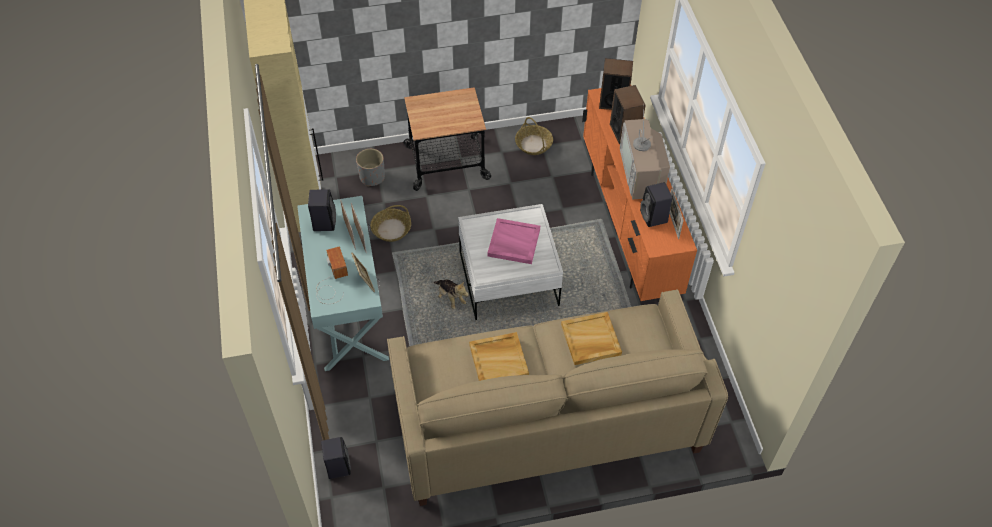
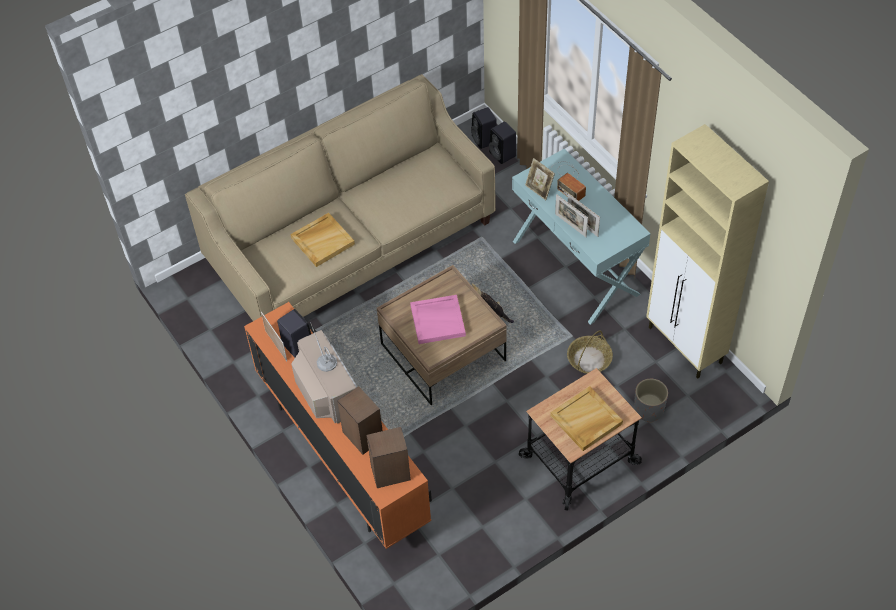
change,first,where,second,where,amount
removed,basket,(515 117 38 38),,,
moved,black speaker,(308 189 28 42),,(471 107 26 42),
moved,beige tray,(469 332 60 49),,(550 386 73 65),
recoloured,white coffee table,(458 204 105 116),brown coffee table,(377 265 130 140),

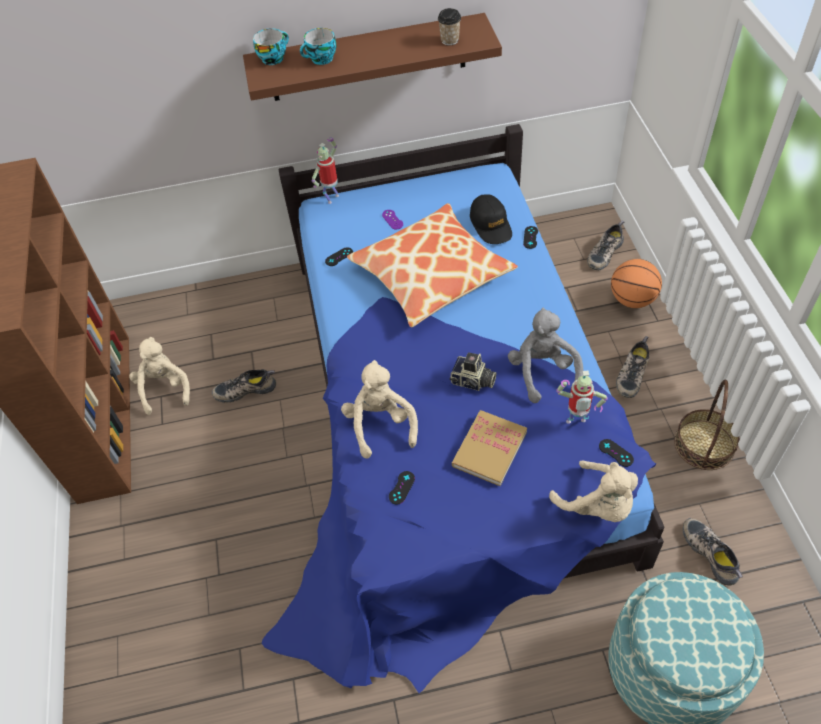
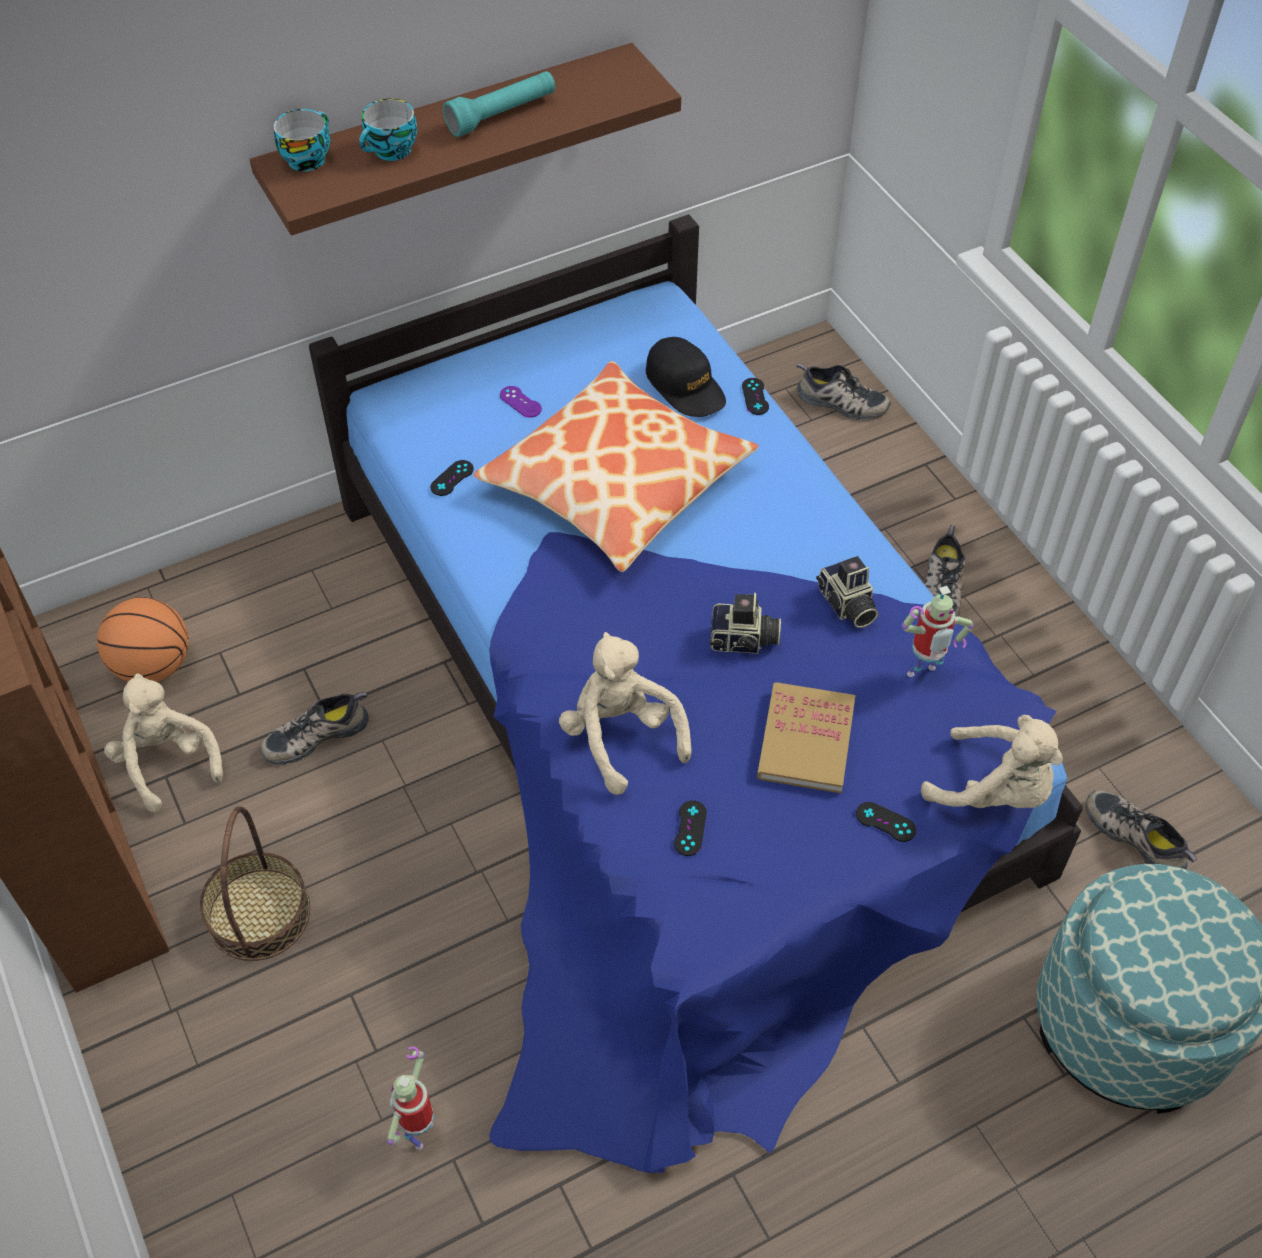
change,first,where,second,where,amount
removed,cup,(438 8 23 38),,,
added,,,turquoise flashlight,(443 71 112 66),
moved,toy robot,(312 138 27 66),,(387 1047 47 103),
moved,black game controller,(599 439 35 28),,(856 802 60 40),
moved,basketball,(611 259 51 49),,(97 597 92 85),
moved,basket,(674 380 66 90),,(200 806 110 155),
replaced,grey plush toy,(508 307 75 96),photo camera,(816 556 62 72),
turned,shoe,(587 220 37 51),,(796 363 95 57),90 degrees counterclockwise

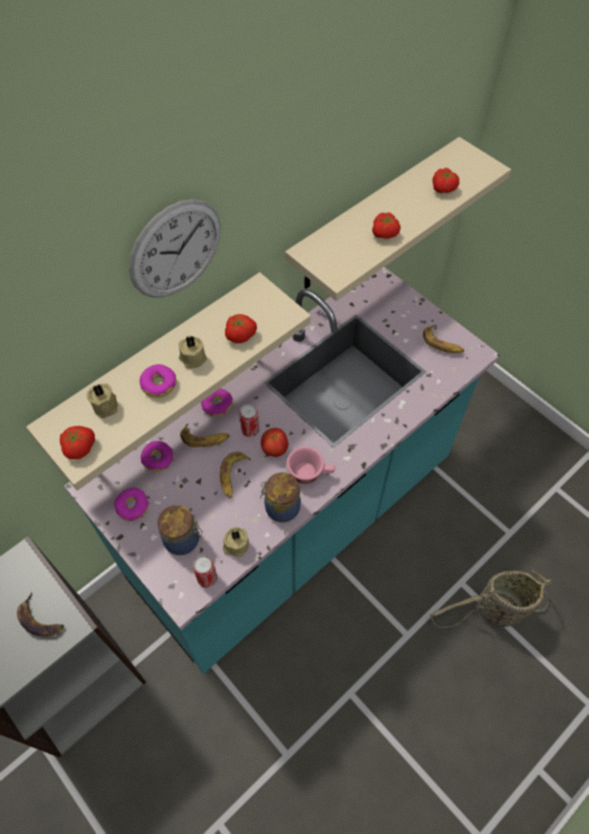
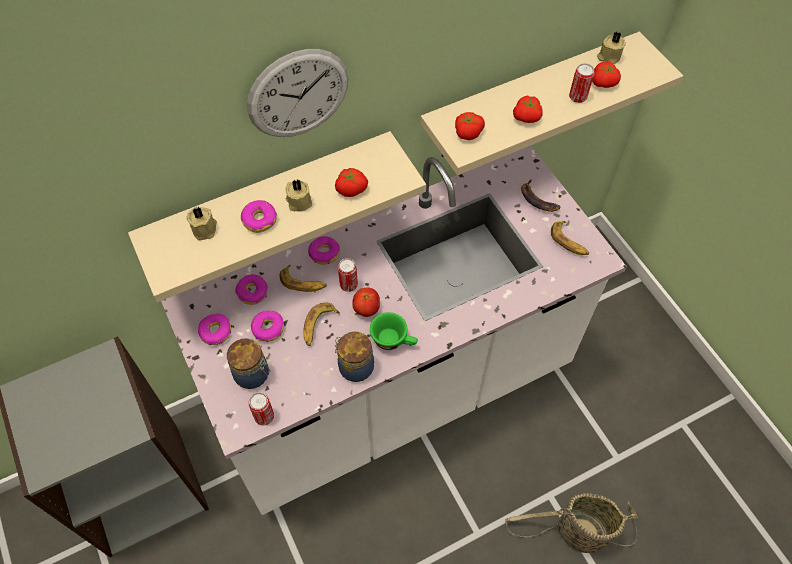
change,first,where,second,where,amount
added,,,donut,(251 311 33 31),
added,,,can,(569 63 25 40),
moved,banana,(17 592 47 44),,(521 180 40 32),
moved,tomato,(60 426 35 33),,(455 112 30 28),
moved,beige candle,(223 527 26 31),,(597 32 29 32),
recoloured,turquoise counter,(64 267 436 407),white counter,(161 146 466 369),
recoloured,pink cup,(287 447 48 37),green cup,(370 312 48 38),

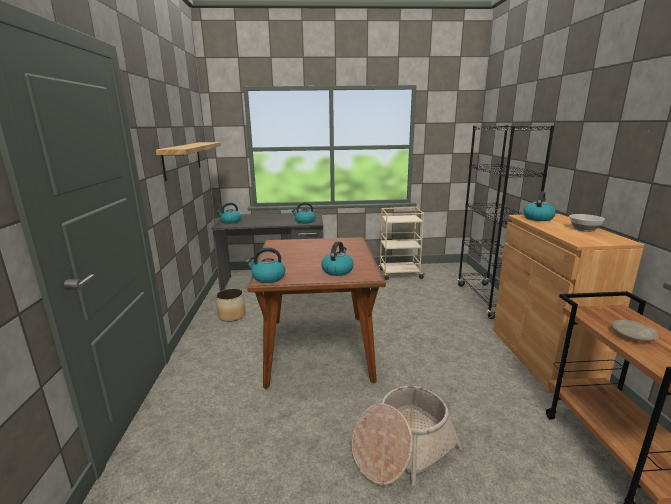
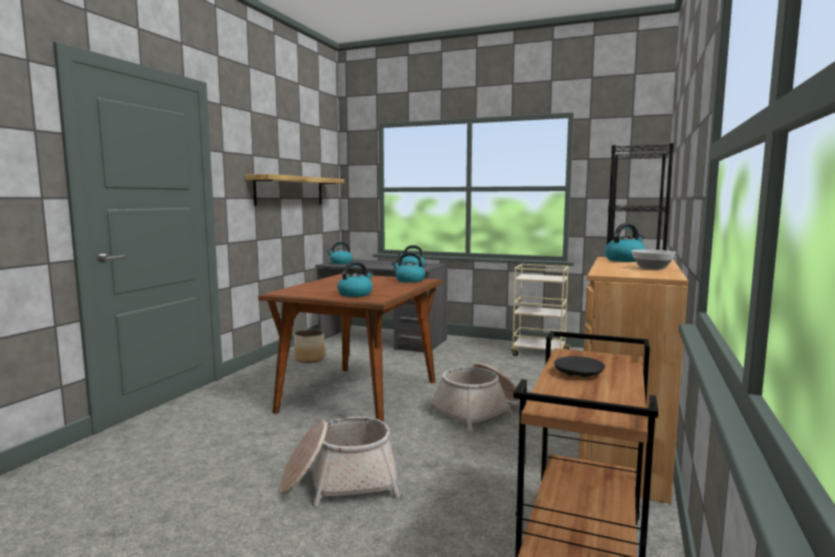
change,first,where,second,where,amount
added,,,basket,(427 363 93 69),
moved,kettle,(245 247 40 36),,(392 252 33 31),
recoloured,beige plate,(612 320 47 22),black plate,(554 356 51 21),

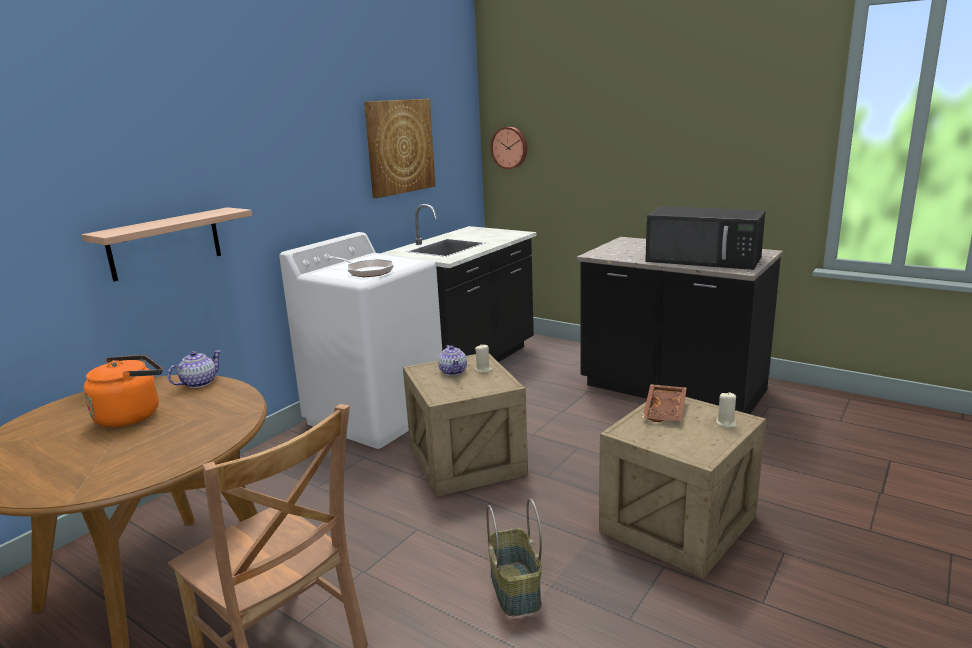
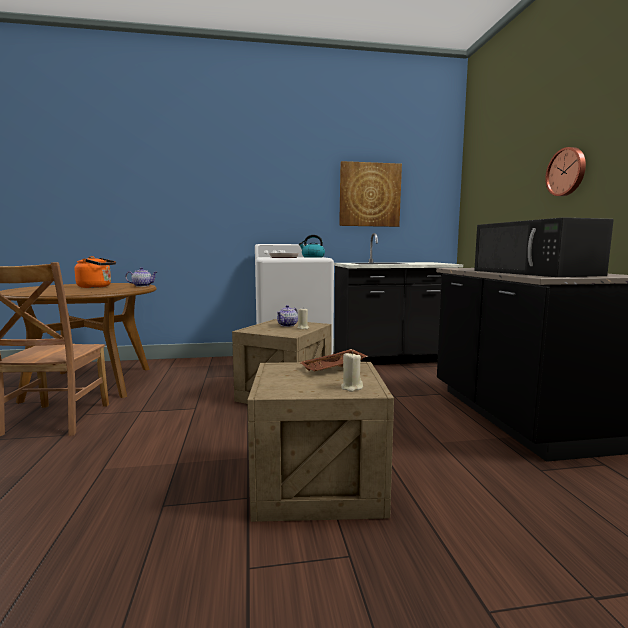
change,first,where,second,where,amount
removed,shelf,(81 207 171 75),,,
removed,basket,(486 498 56 118),,,
added,,,kettle,(299 235 26 23),
moved,wall clock,(490 127 37 42),,(545 147 41 49),

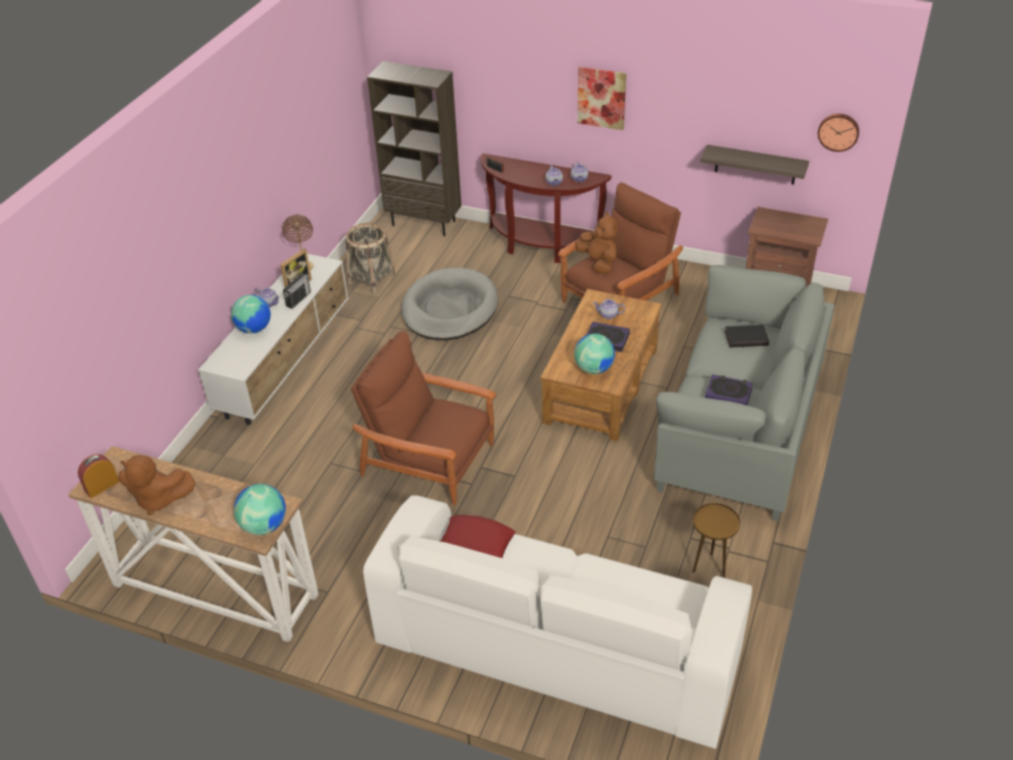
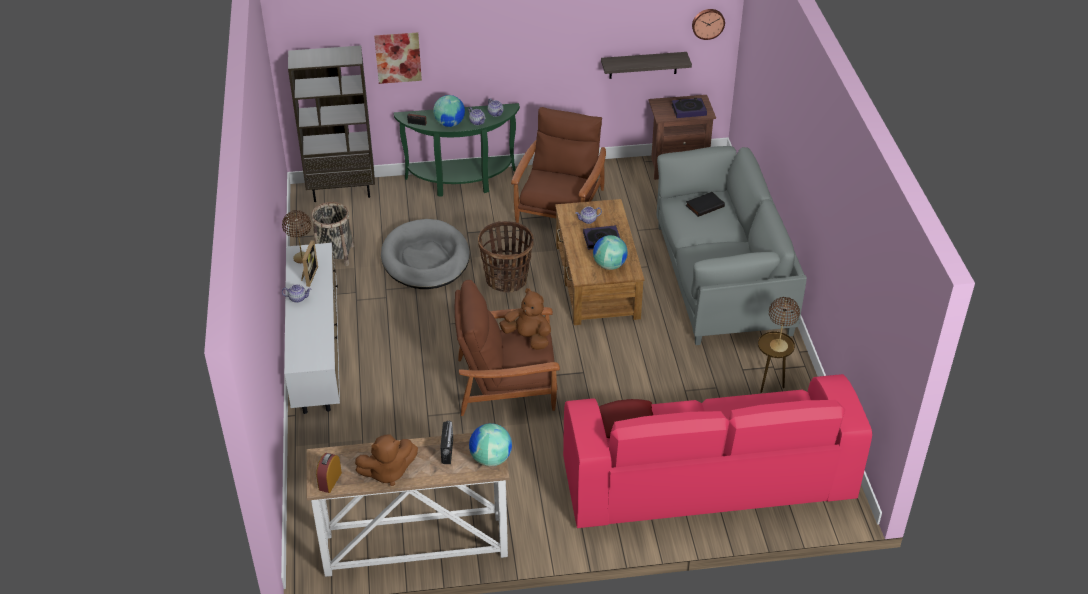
change,first,where,second,where,amount
added,,,basket,(478 221 56 72),
added,,,brown table lamp,(769 297 31 55),
moved,globe,(231 295 40 38),,(433 95 32 32),
moved,radio,(283 273 28 36),,(440 421 13 43),
moved,brown plush toy,(575 212 43 62),,(499 288 52 62),
moved,picture,(577 67 49 63),,(374 33 48 51),
moved,book,(705 374 48 31),,(671 98 36 20),
recoloured,white sofa,(363 495 389 254),pink sofa,(563 374 309 154),
recoloured,brown console table,(480 153 132 110),green console table,(394 103 126 94),

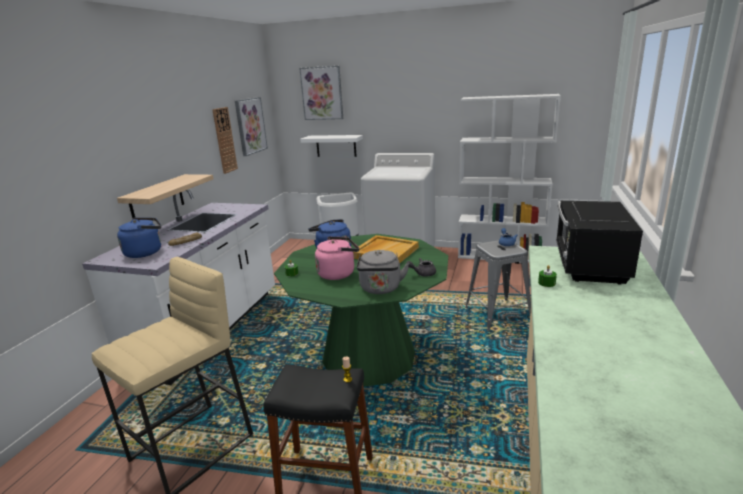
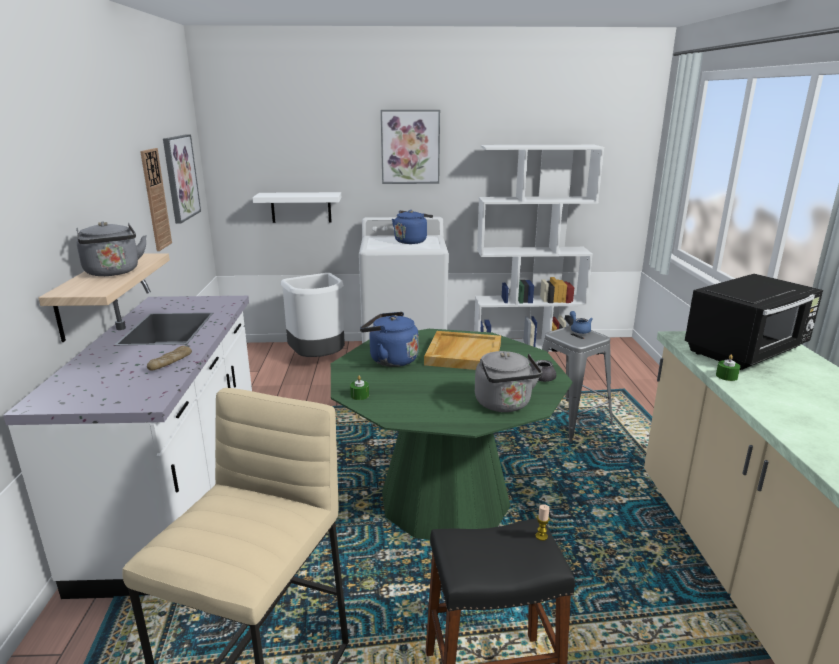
change,first,where,second,where,amount
removed,pink kettle,(315 237 44 43),,,
added,,,grey kettle,(76 221 71 55),
moved,blue kettle,(117 218 44 40),,(392 210 41 34),
moved,picture,(299 66 44 54),,(381 110 59 74),
turned,black microwave,(556 201 87 84),,(685 274 138 96),120 degrees counterclockwise

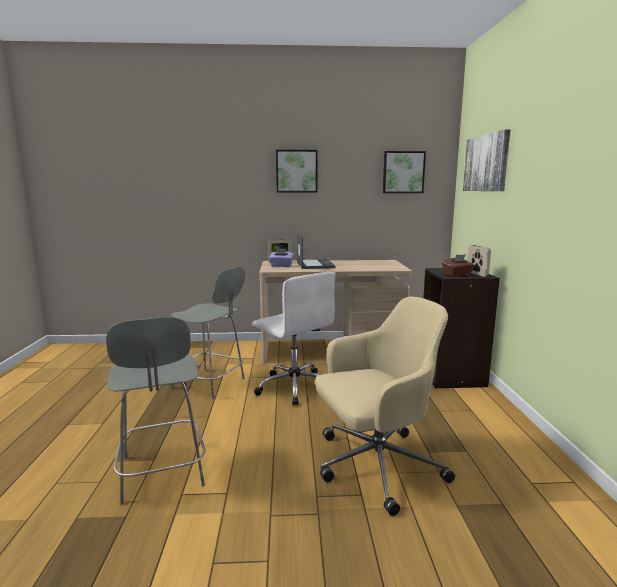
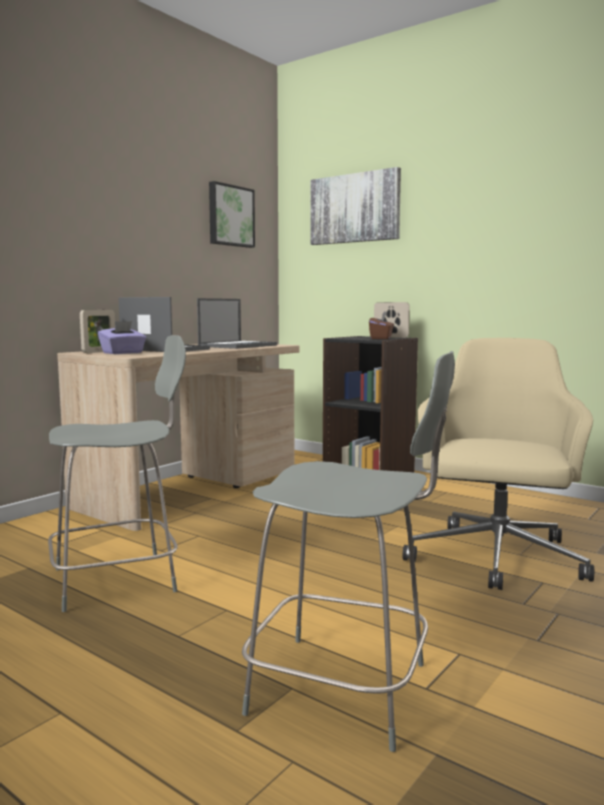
change,first,where,second,where,amount
removed,white office chair,(252 272 84 134),,,
removed,picture,(276 150 42 42),,,
added,,,laptop,(197 298 80 51),

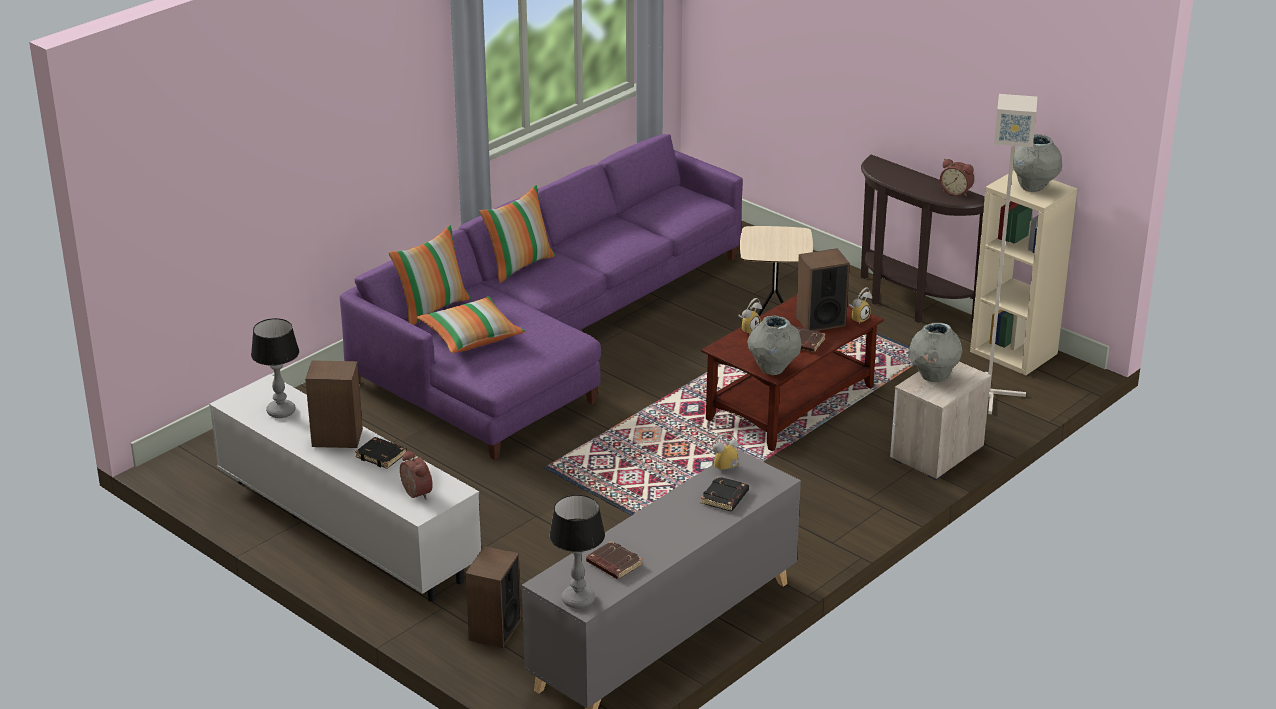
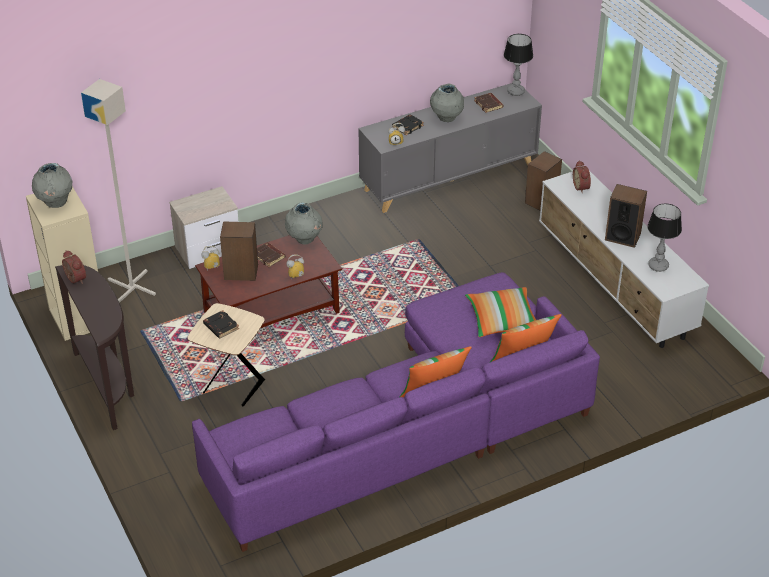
change,first,where,second,where,amount
moved,black book,(355 437 52 32),,(203 310 36 29),
moved,grey vase,(909 323 53 59),,(430 84 34 38),

